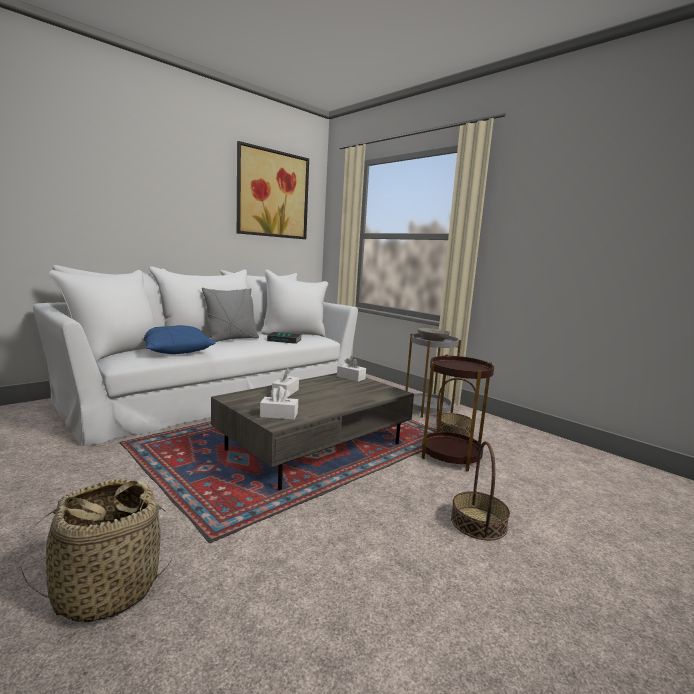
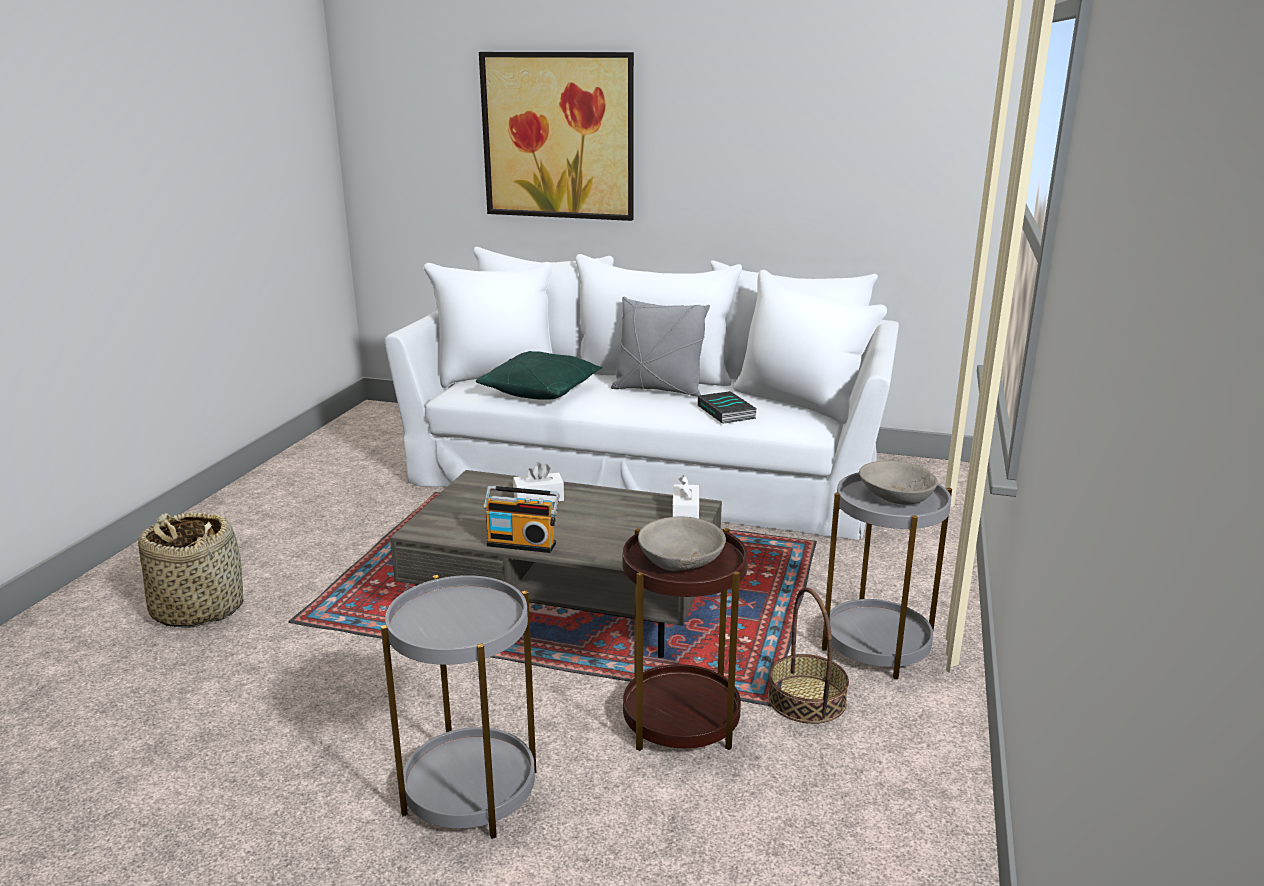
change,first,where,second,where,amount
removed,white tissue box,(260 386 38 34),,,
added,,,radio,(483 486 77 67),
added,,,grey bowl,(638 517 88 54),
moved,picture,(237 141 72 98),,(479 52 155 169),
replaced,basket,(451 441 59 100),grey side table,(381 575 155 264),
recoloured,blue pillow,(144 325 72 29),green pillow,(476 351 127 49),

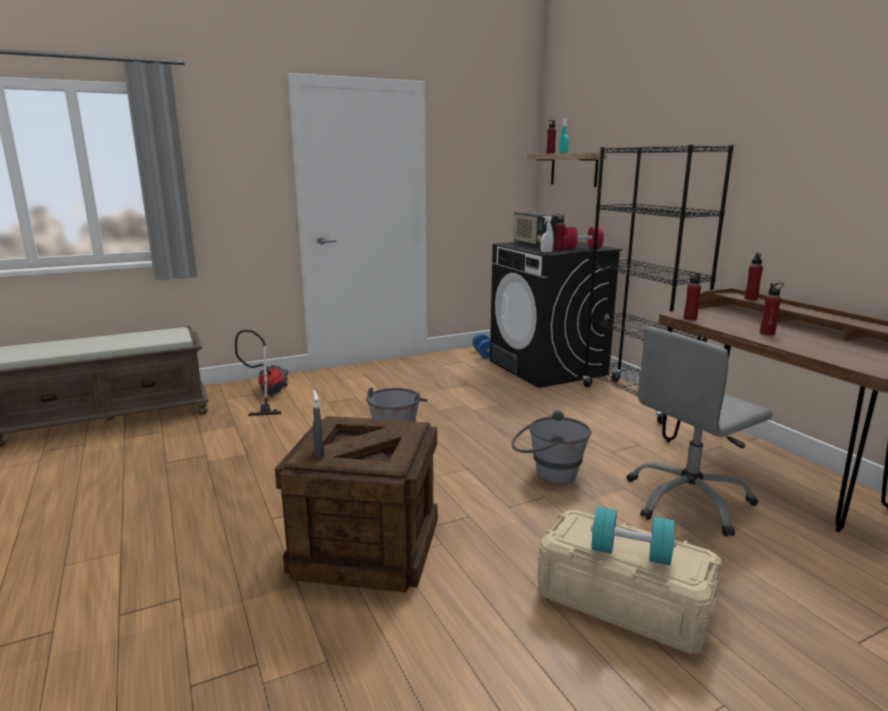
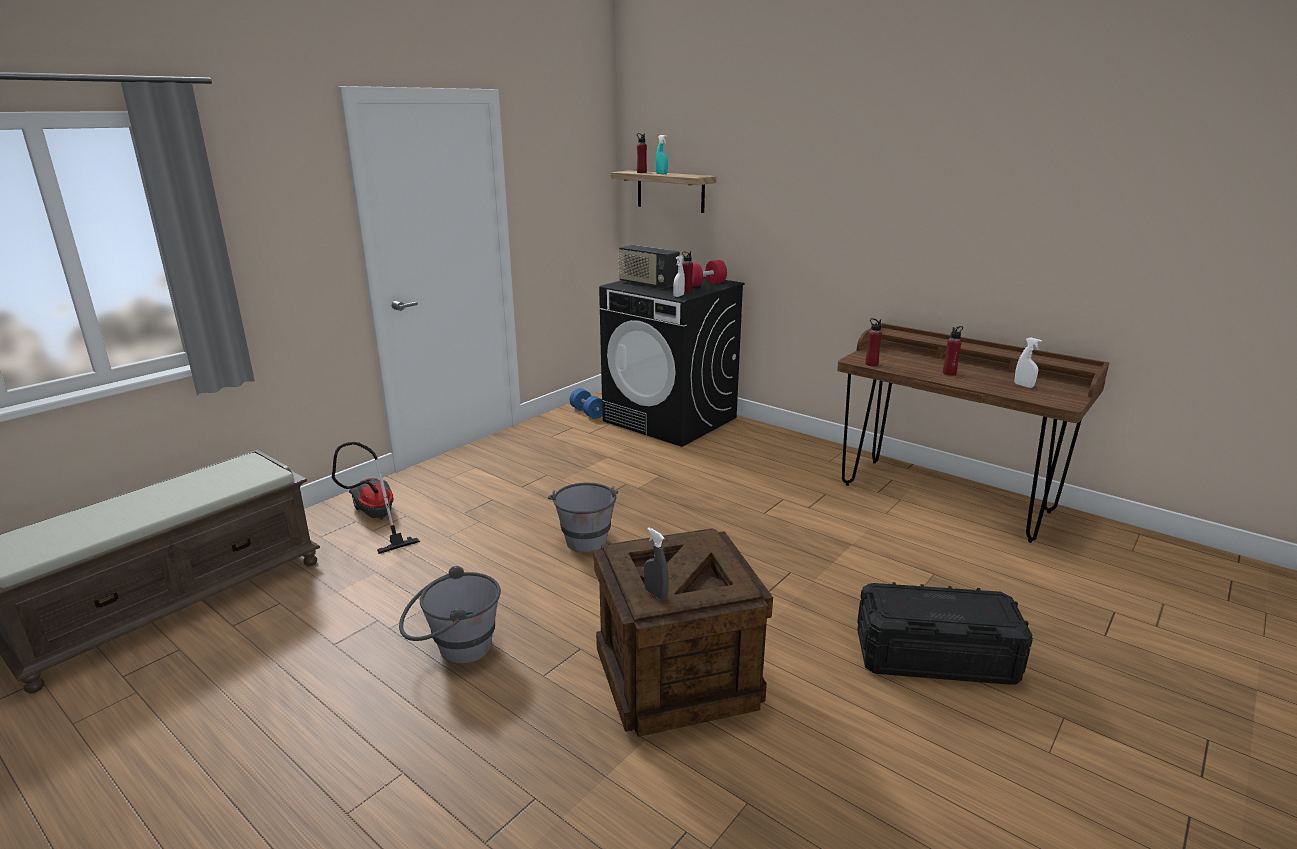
change,first,where,second,where,amount
removed,black bookcase,(583 145 151 279),,,
removed,turquoise dumbbell,(591 506 85 59),,,
removed,grey office chair,(627 327 146 210),,,
removed,red bottle,(745 253 18 47),,,
added,,,white spray bottle,(1014 337 28 51),
moved,grey bucket,(511 410 80 74),,(399 566 102 98),
recoloured,beige storage box,(537 510 185 144),black storage box,(857 582 176 103),

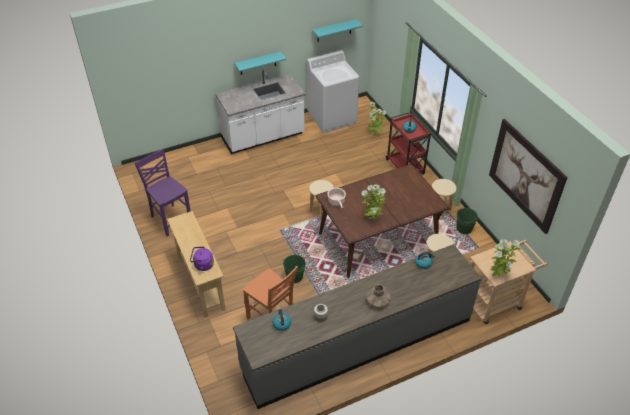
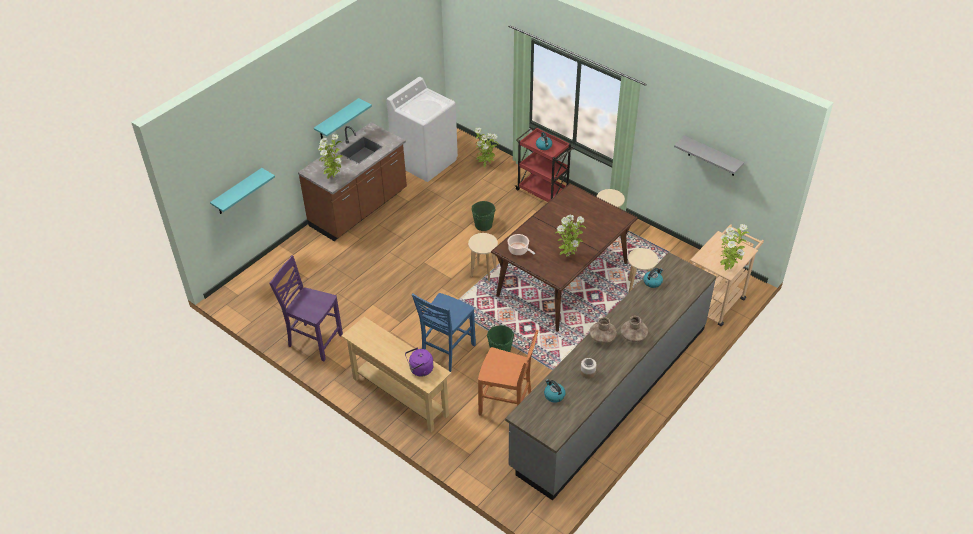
change,first,where,second,where,amount
added,,,potted plant,(318 134 25 45),
added,,,blue chair,(412 293 64 79),
added,,,brown vase,(589 317 28 26),
moved,turquoise shelf,(312 19 51 23),,(210 168 65 46),
moved,green bucket,(457 208 21 26),,(471 201 24 30),
replaced,picture,(489 119 79 115),grey shelf,(674 136 70 40),
recoloured,white counter,(215 70 90 84),brown counter,(298 122 109 119),

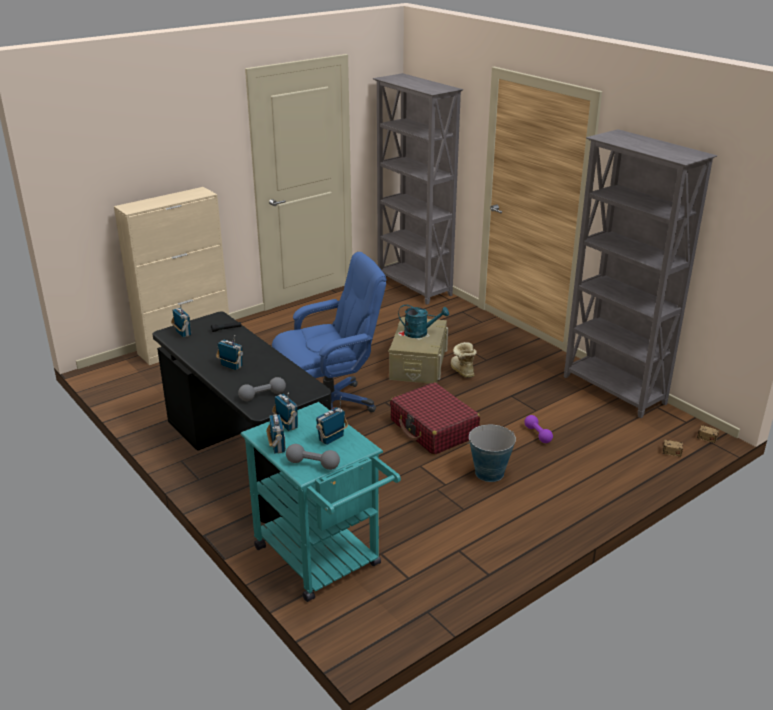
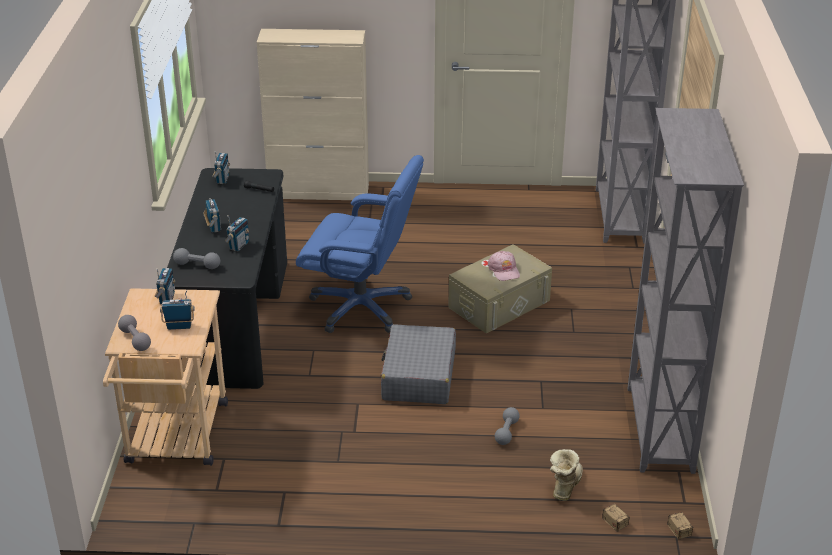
change,first,where,second,where,amount
removed,bucket,(467 425 49 57),,,
moved,radio,(266 414 20 40),,(225 215 24 36),
moved,boot,(451 342 26 36),,(550 449 33 52),
replaced,turquoise watering can,(398 304 51 34),pink cap,(488 251 32 30),
recoloured,turquoise cart,(240 402 161 200),beige cart,(103 288 125 178),
recoloured,red suitcase,(390 382 90 73),grey suitcase,(380 324 76 80),
recoloured,purple dumbbell,(524 415 29 28),grey dumbbell,(495 407 25 38),

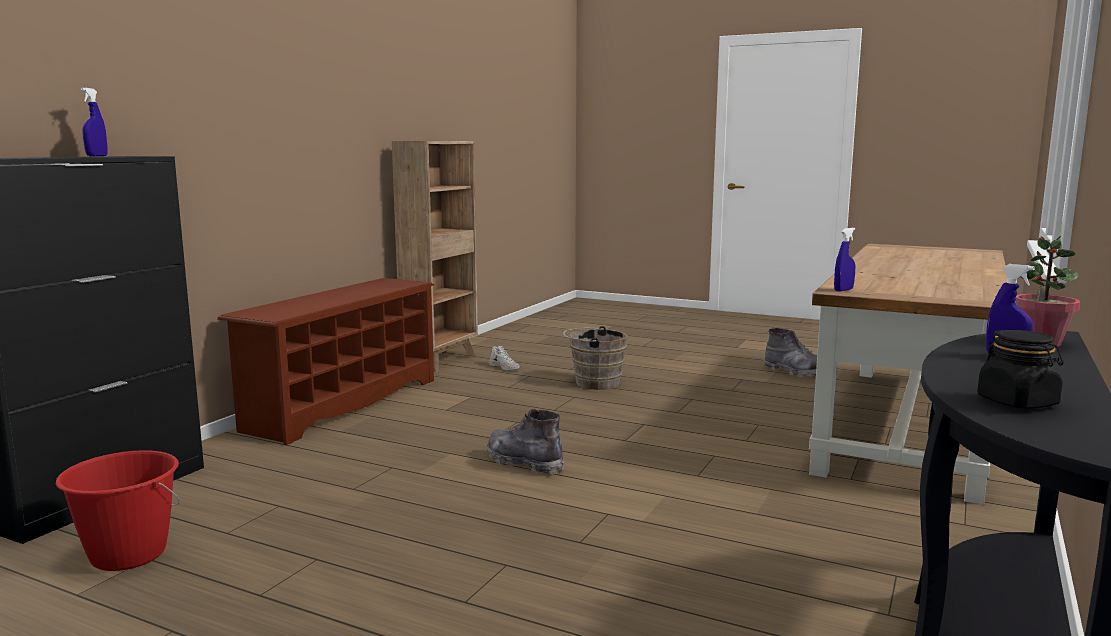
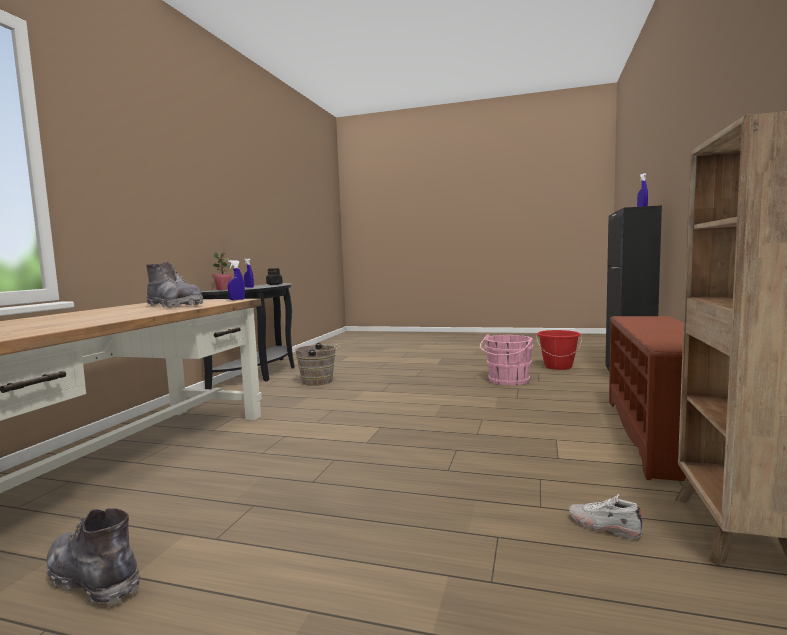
change,first,where,second,where,amount
added,,,pink bucket,(480 334 53 51),
moved,grey boot,(487 408 78 66),,(146 261 57 47),
moved,brown bucket,(563 326 65 64),,(295 343 45 43),

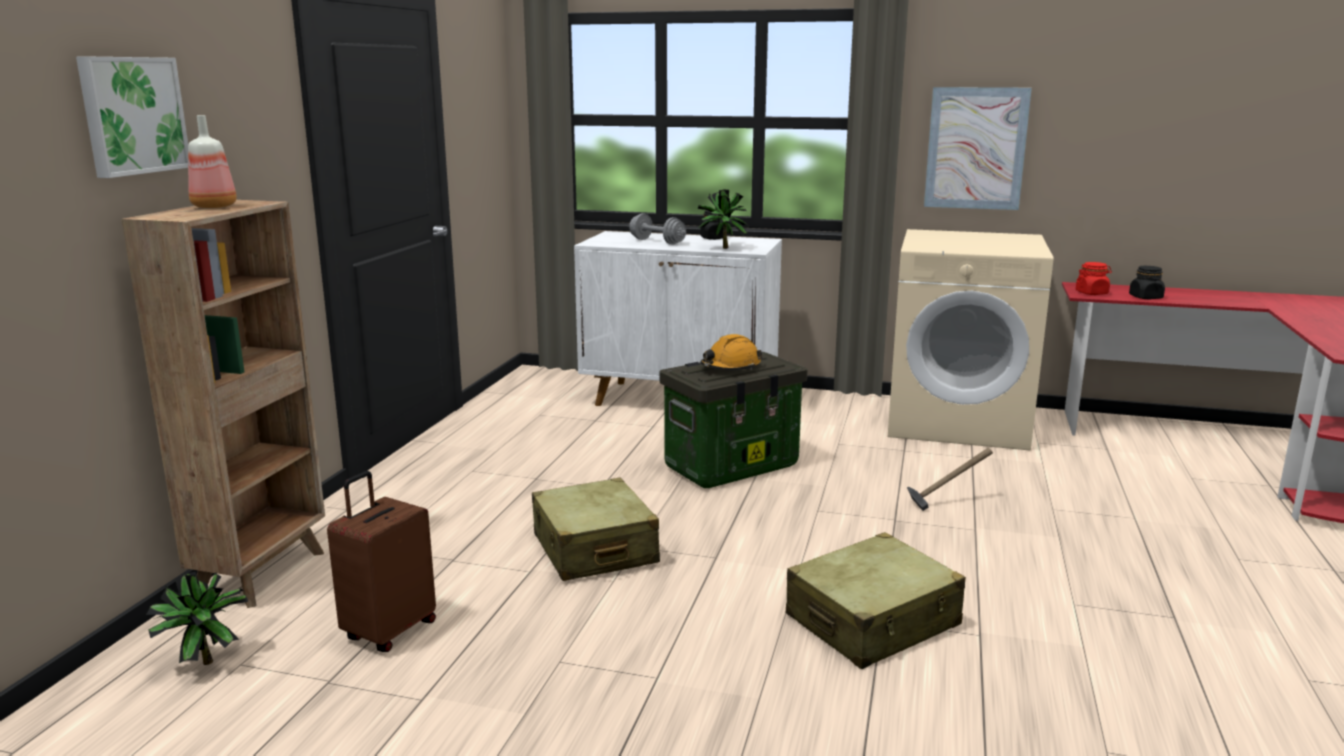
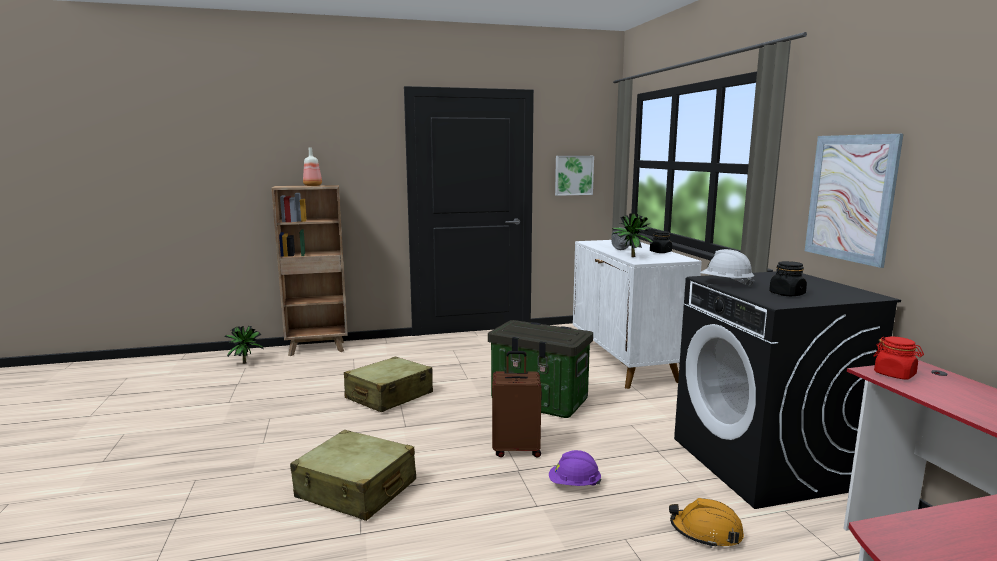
change,first,where,second,where,amount
added,,,white hard hat,(700 249 55 38),
moved,picture,(76 57 112 121),,(555 156 39 40),
moved,brown suitcase,(327 471 109 181),,(492 351 50 107),
moved,orange hard hat,(700 334 63 36),,(669 498 75 50),
moved,black jar,(1129 266 36 33),,(769 261 38 35),
replaced,hammer,(907 448 86 63),purple hard hat,(549 450 53 36),
recoloured,beige washing machine,(888 229 166 222),black washing machine,(674 271 227 238),

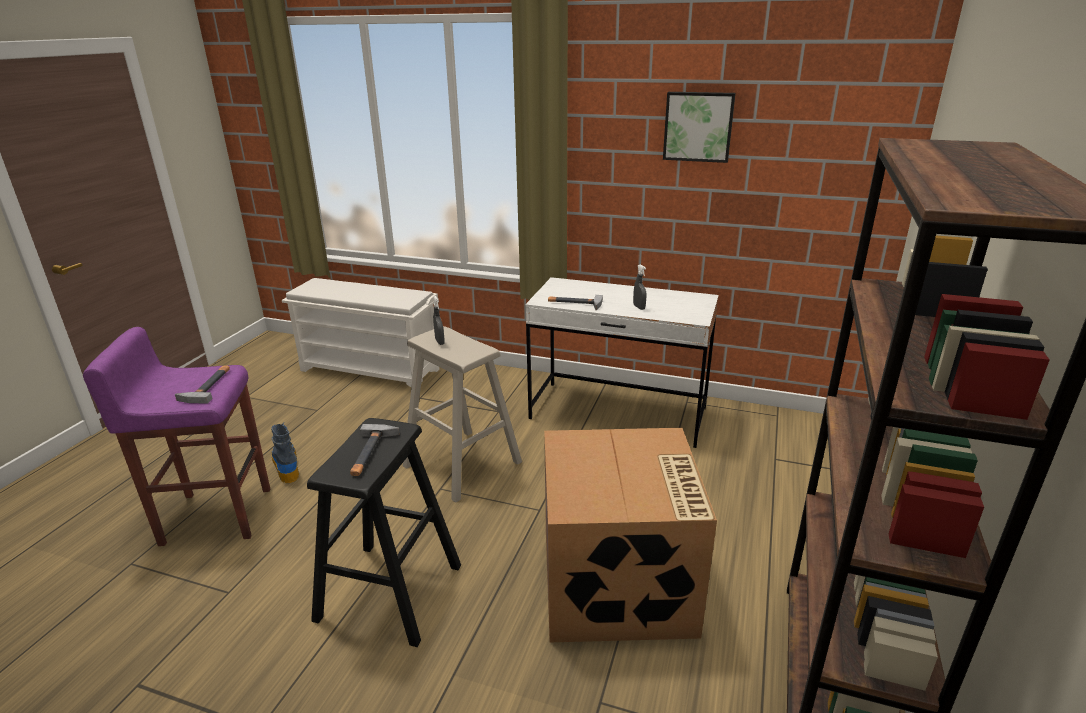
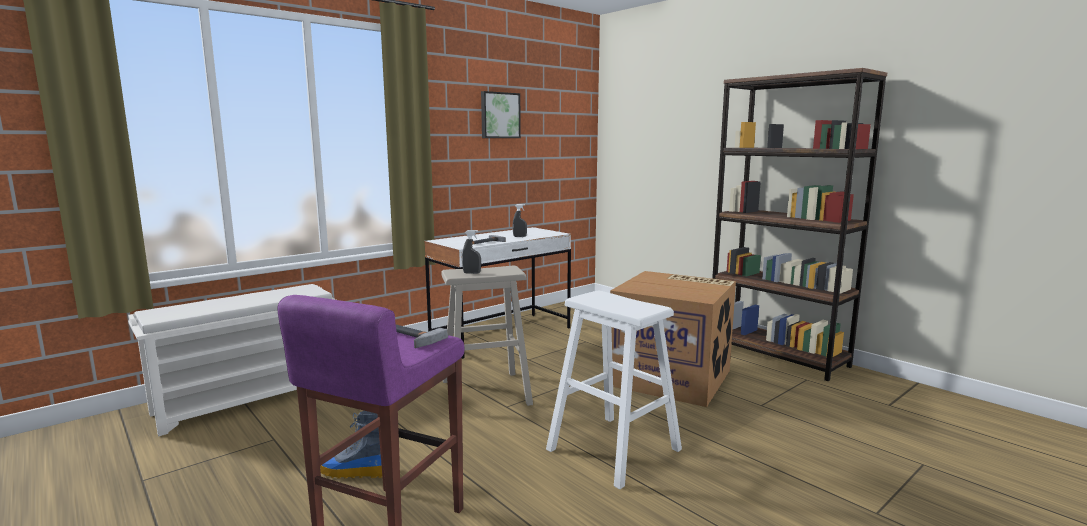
change,first,where,second,where,amount
removed,hammer,(350 424 50 52),,,
recoloured,black stool,(307 418 154 229),white stool,(546 291 136 198),

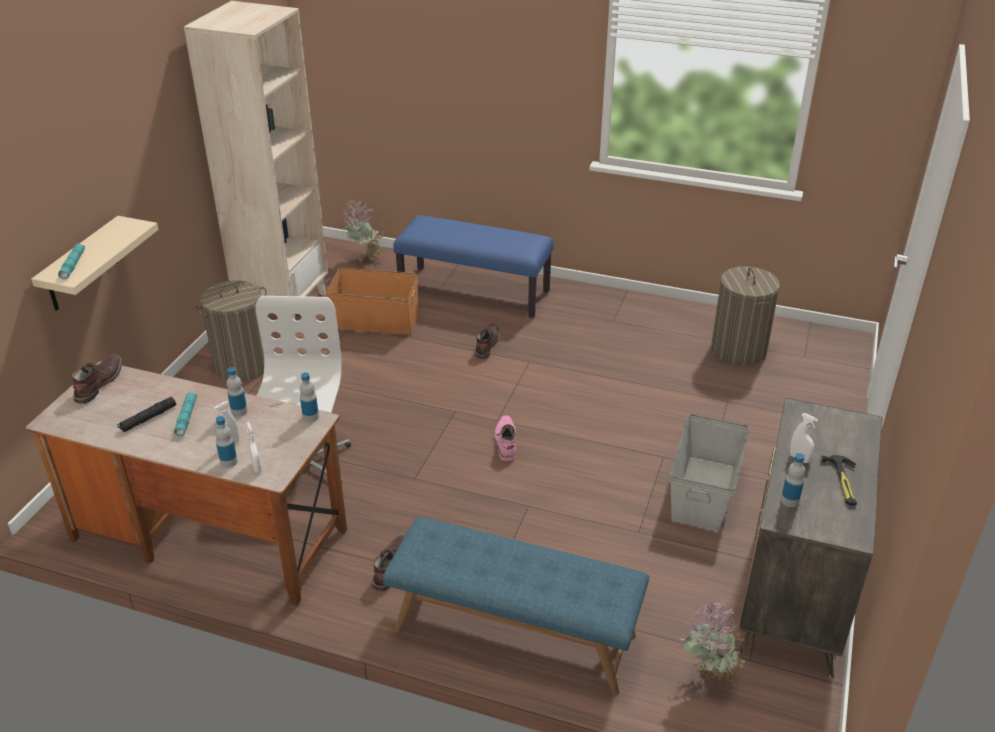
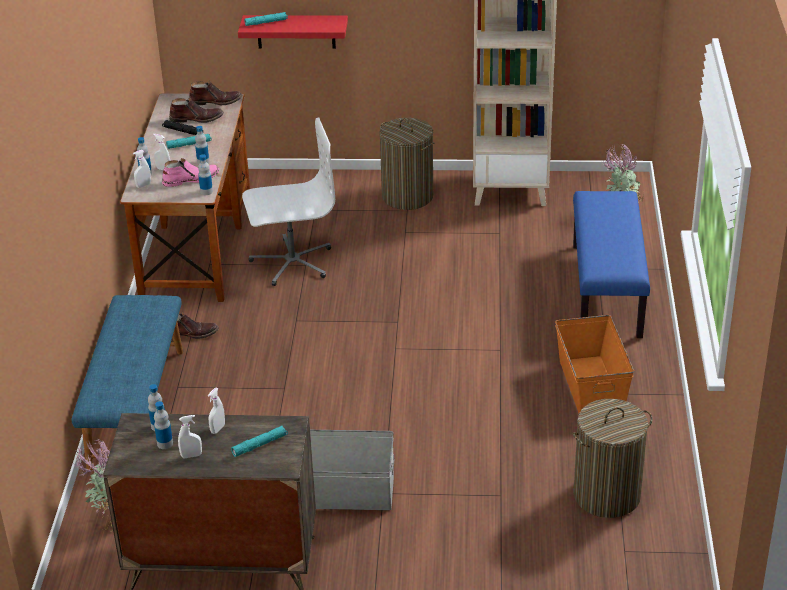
change,first,where,second,where,amount
added,,,bottle,(154 401 19 48),
added,,,turquoise flashlight,(231 426 57 31),
moved,orange storage box,(326 268 92 67),,(555 315 79 98),
moved,brown boot,(475 323 25 36),,(169 98 55 25),
moved,pink boot,(494 415 23 46),,(162 158 57 29),
replaced,hammer,(821 455 36 50),white spray bottle,(178 415 24 43),
recoloured,beige shelf,(31 216 127 95),red shelf,(238 15 110 34),

